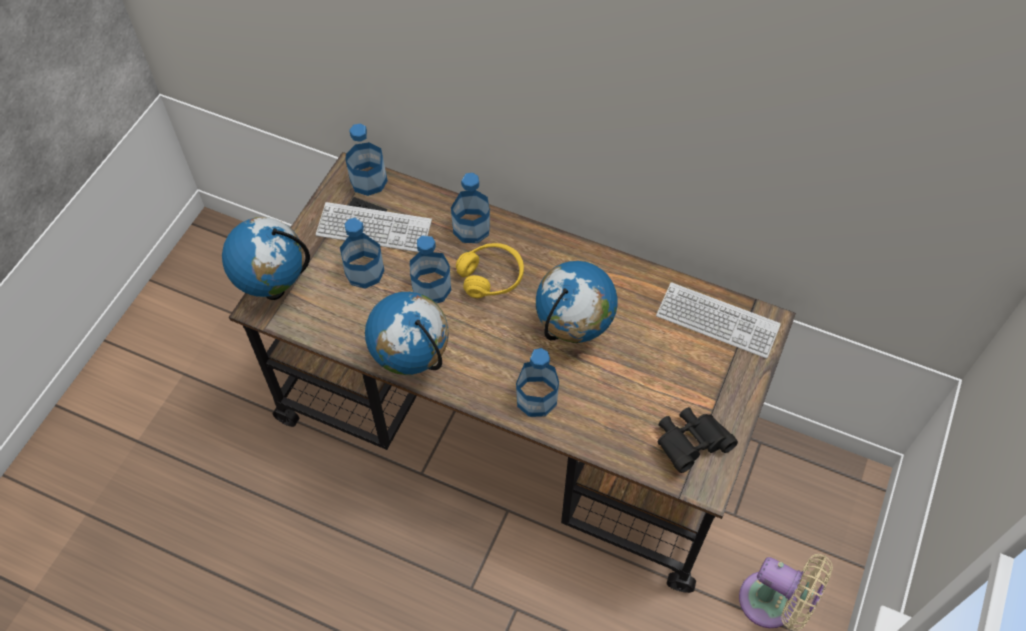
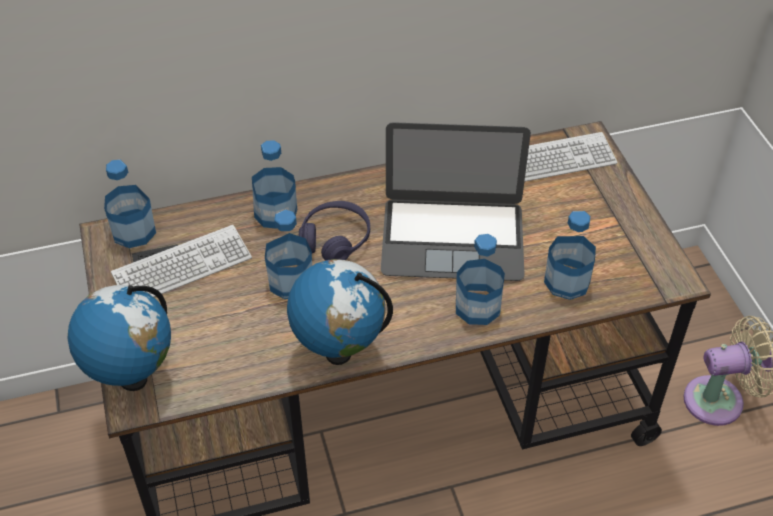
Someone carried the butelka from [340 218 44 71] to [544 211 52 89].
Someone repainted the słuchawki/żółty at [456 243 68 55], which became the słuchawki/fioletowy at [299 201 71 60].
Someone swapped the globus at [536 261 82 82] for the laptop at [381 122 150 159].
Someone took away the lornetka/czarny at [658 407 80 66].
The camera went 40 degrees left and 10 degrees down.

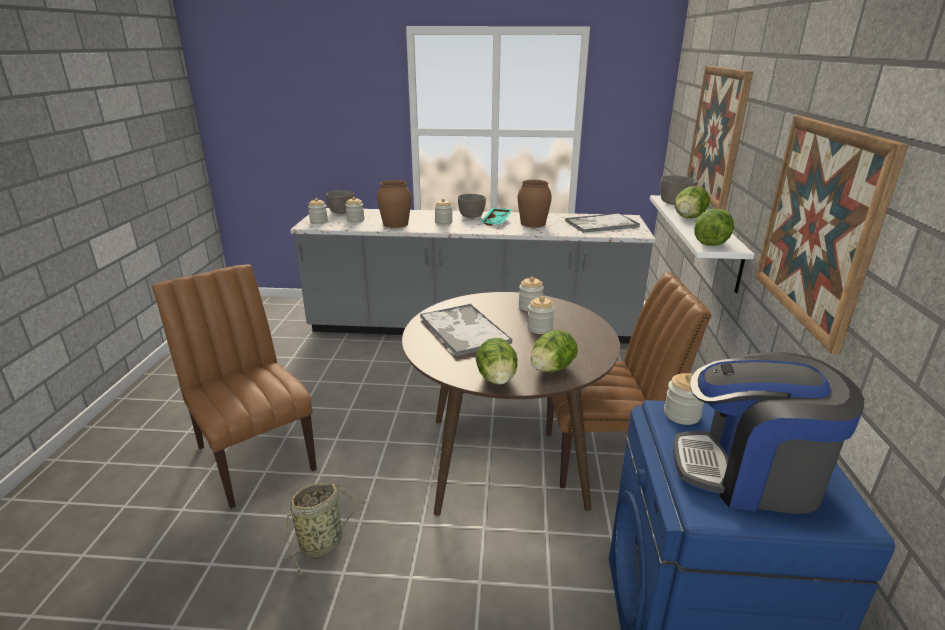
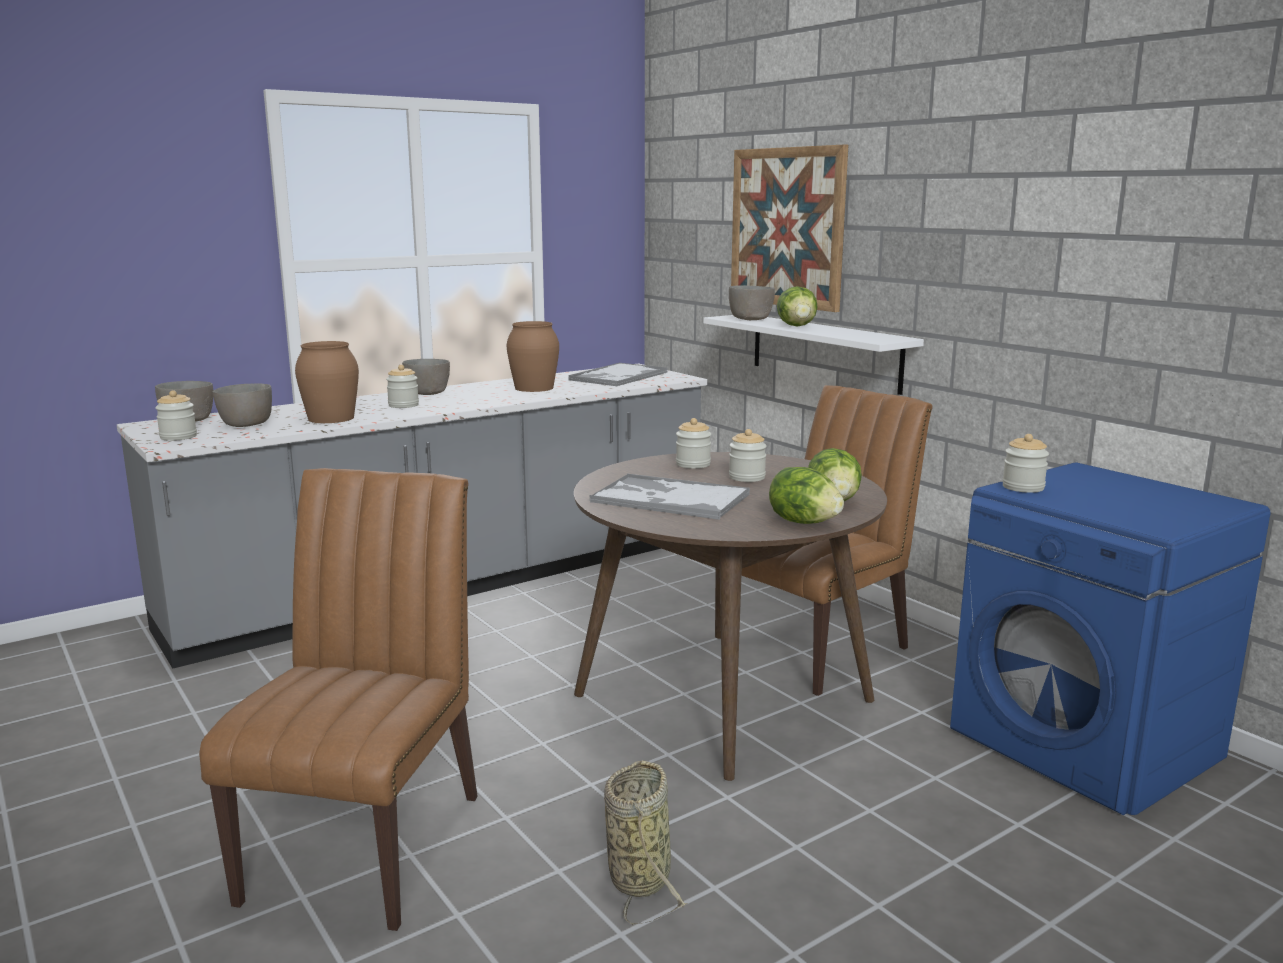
Someone rotated the krzesło/brązowy at [152 264 165 244] by 90 degrees clockwise.
Someone swapped the słoik at [345 197 19 26] for the miska/szary at [213 384 59 43].
Someone took away the taca/turkusowy at [480 208 33 18].
Someone took away the ekspres do kawy at [673 352 191 162].
Someone took away the sałata at [694 209 40 37].
Someone took away the obraz at [755 116 154 238].
The camera went 40 degrees left and 10 degrees down.

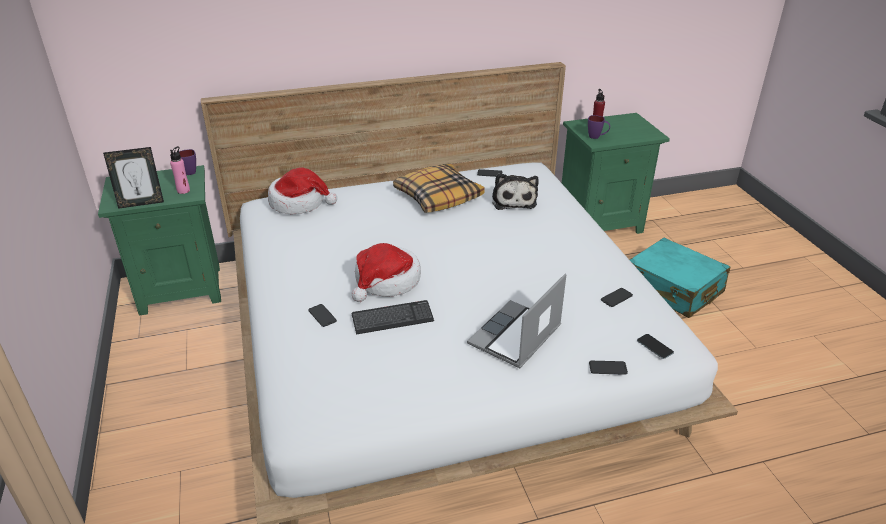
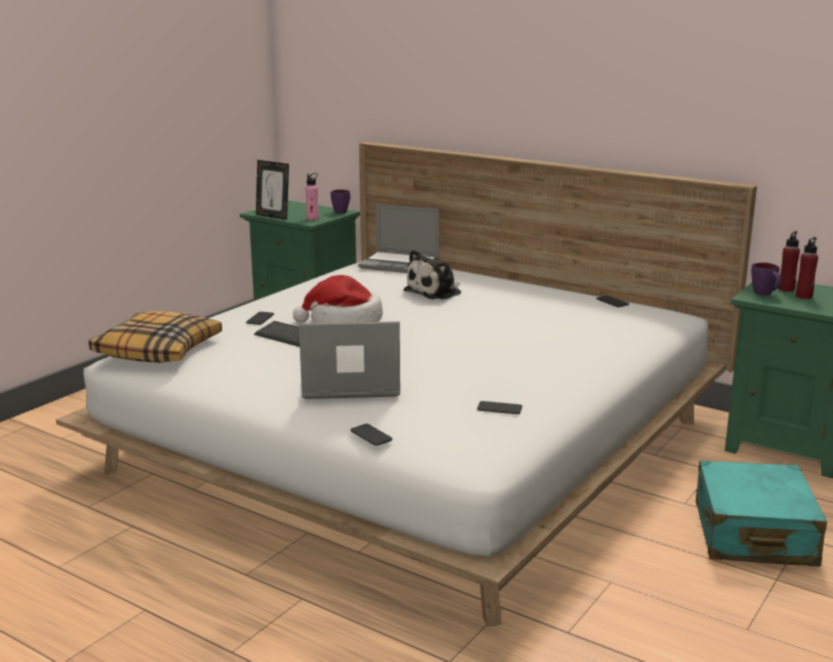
Someone swapped the kapelusz at [268 167 69 47] for the laptop at [358 204 81 69].
Someone carried the poduszka from [393 164 92 49] to [89 311 133 52].
Someone carried the pluszak from [492 173 47 37] to [403 249 58 51].
Someone took away the telefon at [637 334 37 25].
Someone put down the butelka/czerwony at [796 237 22 62].
The camera went 50 degrees right and 15 degrees down.

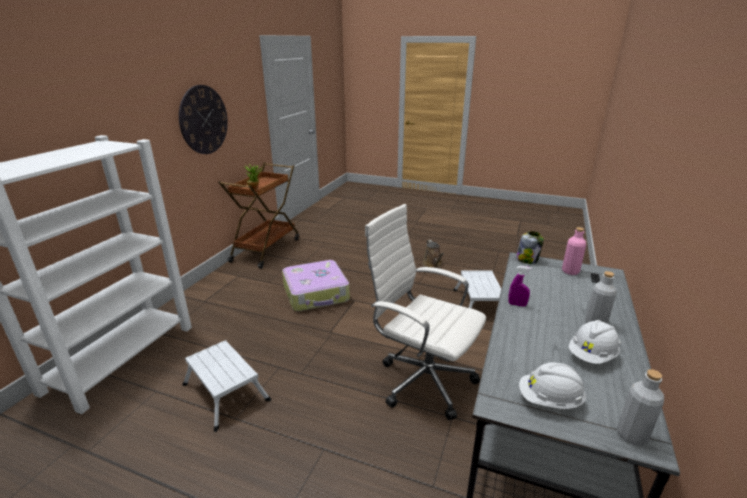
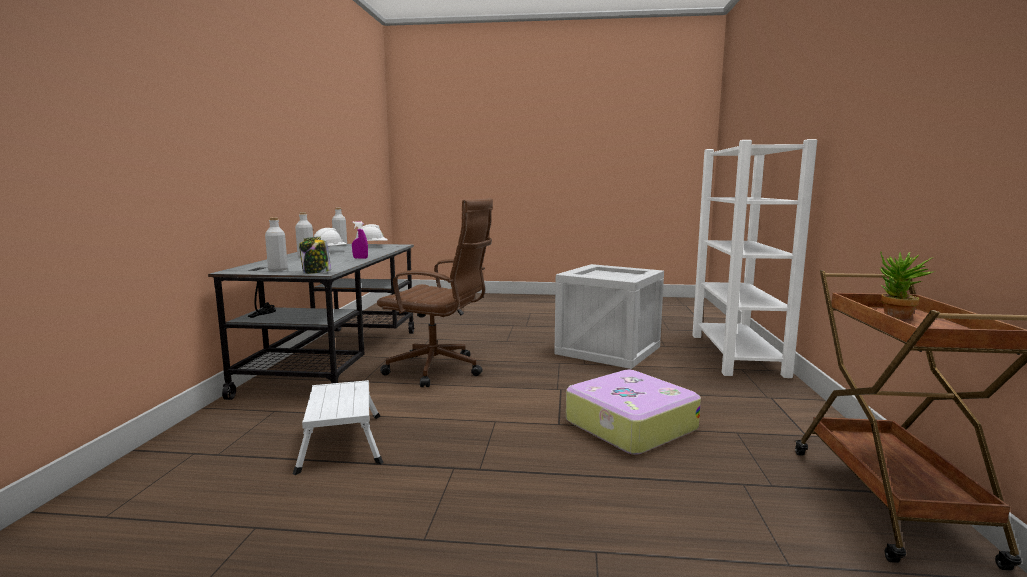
Someone took away the zegar ścienny at [179 85 49 69].
Someone swapped the drabinka/biały at [182 340 89 92] for the skrzynka at [554 264 110 105].
Someone repainted the krzesło biurowe/biały at [365 204 121 216], which became the krzesło biurowe/brązowy at [377 198 116 189].
Someone took away the konewka/brązowy at [422 240 22 28].
Someone repainted the butelka/różowy at [562 227 24 48], which became the butelka/szary at [265 217 23 54].
The camera went 165 degrees right and 15 degrees down.

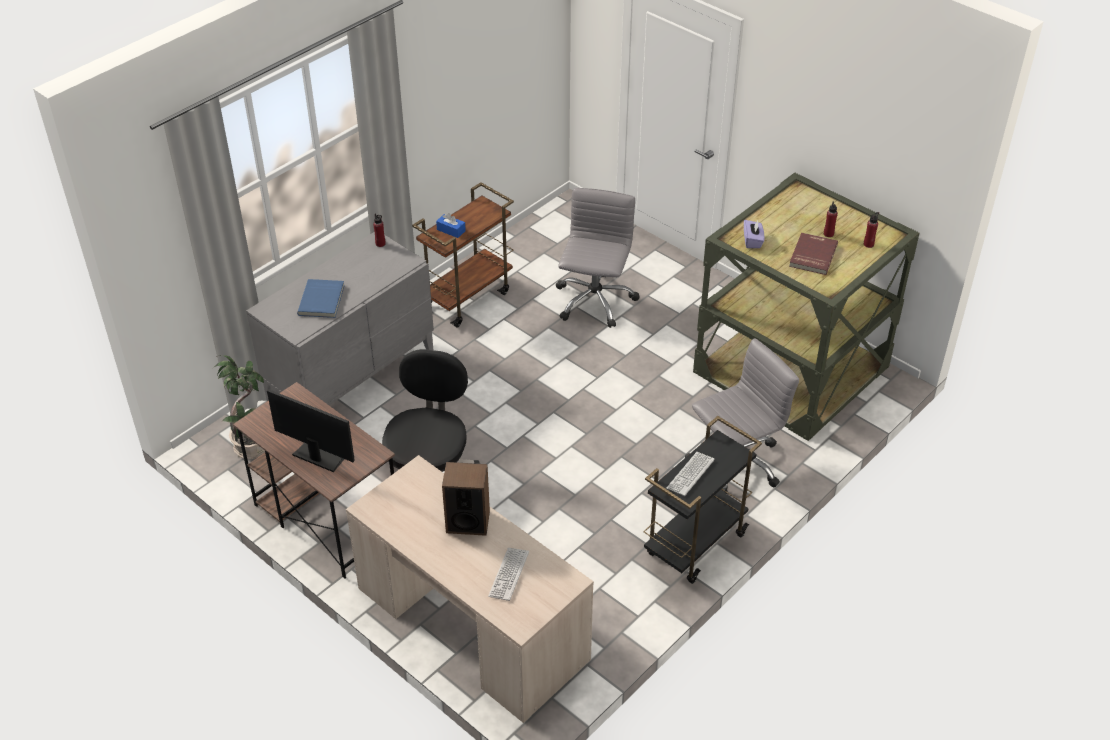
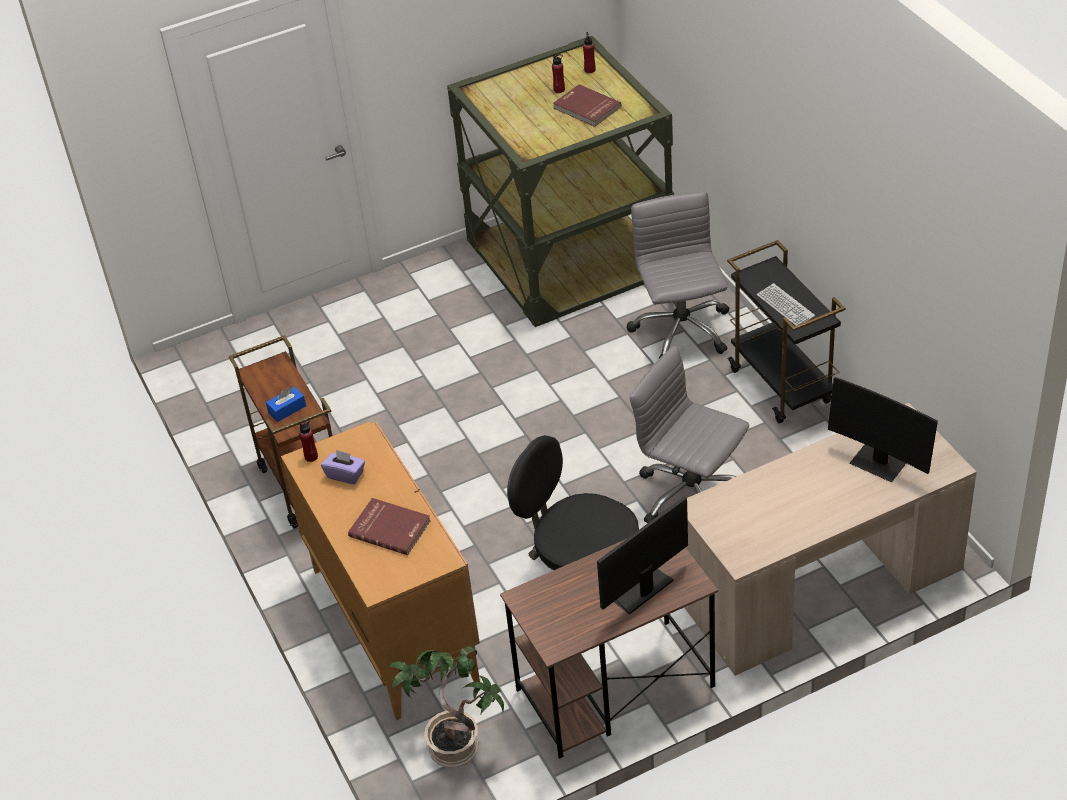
Someone repainted the szafka/szary at [246 232 188 173], which became the szafka/brązowy at [281 421 199 299].
Someone repainted the książka/niebieski at [297 279 48 39], which became the książka/czerwony at [348 498 82 57].
Someone took away the głośnik at [442 462 48 74].
Someone swapped the klawiatura at [488 548 41 53] for the monitor at [828 377 110 105].
Someone carried the krzesło biurowe/szary from [556 188 84 140] to [630 346 119 177].
Someone carried the pudełko chusteczek/fioletowy from [744 220 21 28] to [321 450 44 34].
The camera went 65 degrees left and 0 degrees up.

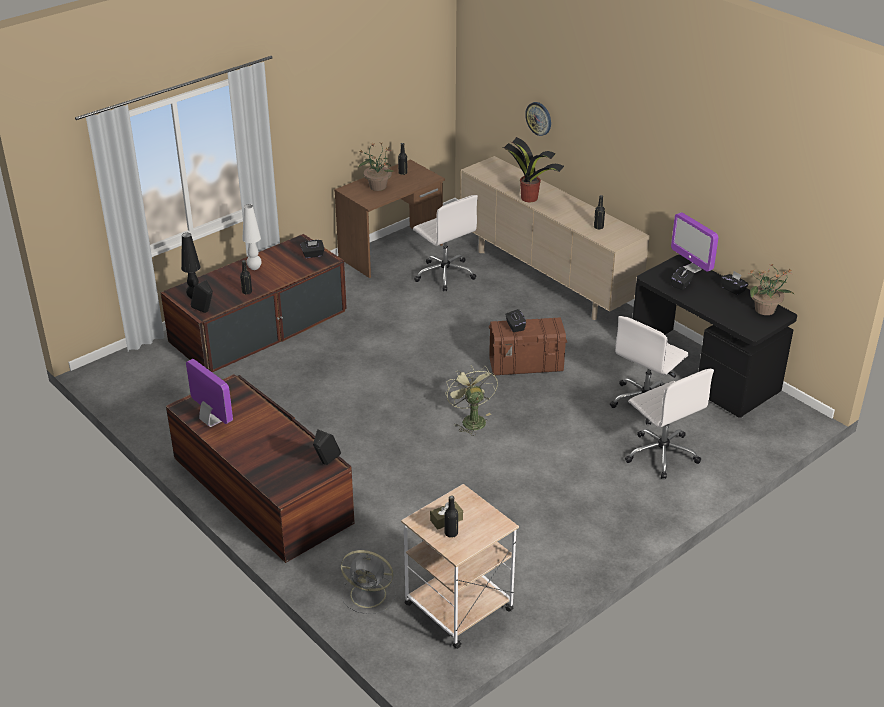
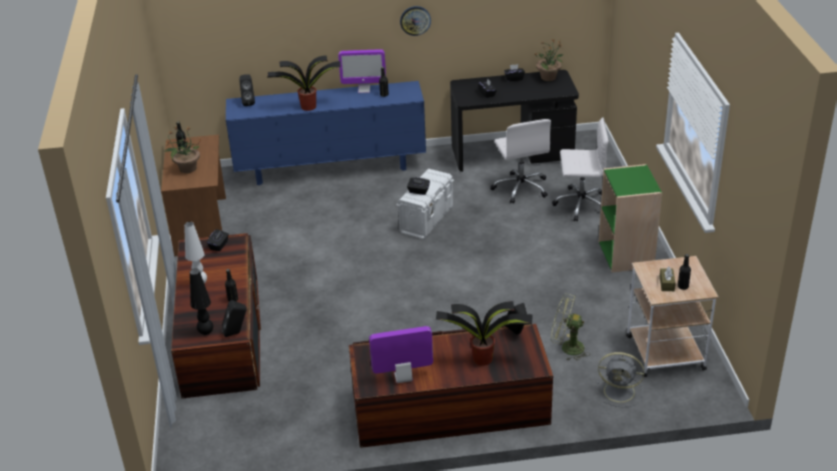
Someone rotated the wentylator/szary at [341 550 55 64] by 60 degrees clockwise.
Someone took away the krzesło biurowe/biały at [413 195 65 96].
Someone carried the wentylator/zielony from [445 365 53 71] to [551 294 39 67].
Someone repainted the szafka/beżowy at [460 156 190 164], which became the szafka/niebieski at [226 81 200 104].
Someone repainted the pojemnik do przechowywania/brązowy at [489 317 78 58], which became the pojemnik do przechowywania/biały at [396 169 58 70].
Someone carried the zegar ścienny from [525 102 26 34] to [400 6 31 30].
Someone carried the monitor from [671 212 47 61] to [338 49 48 44].
Someone put down the głośnik/czarny at [239 74 16 32].
Someone put down the roślina doniczkowa at [436 301 97 65].
Someone put down the regał/zielony at [599 164 63 109].
The camera went 55 degrees left and 0 degrees up.

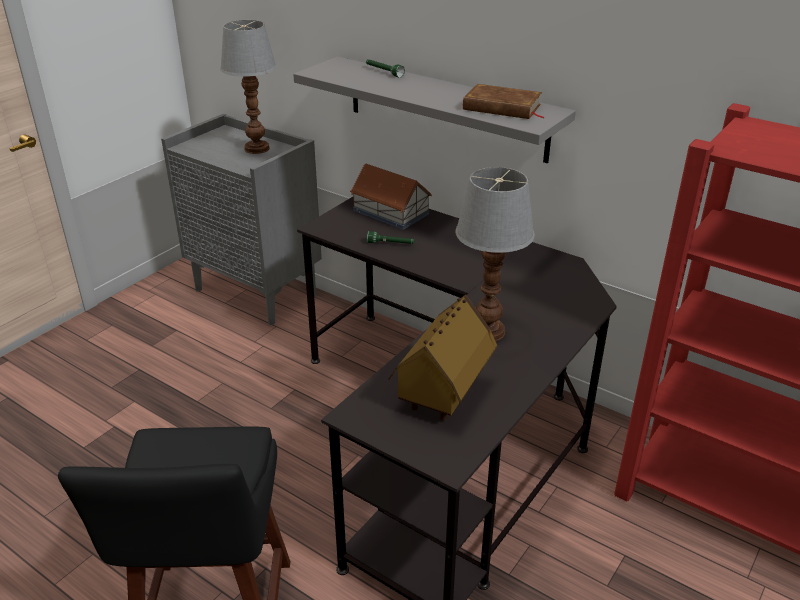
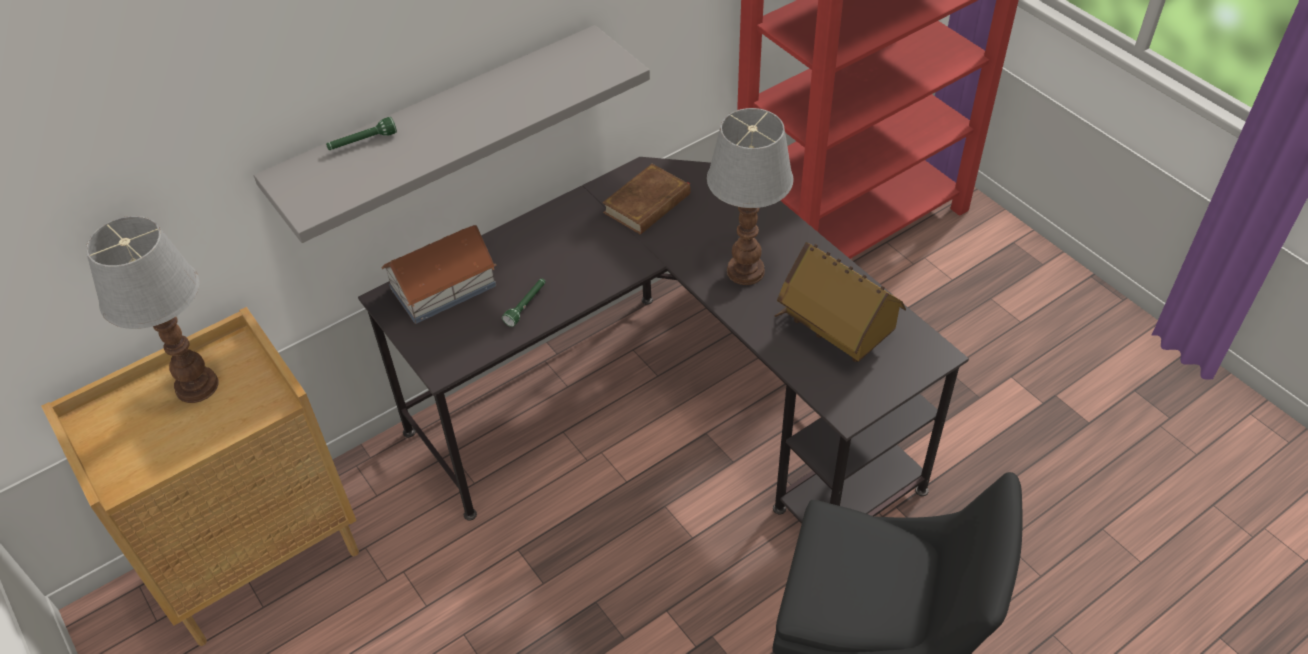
Someone repainted the szafka/szary at [161 113 161 212], which became the szafka/brązowy at [41 307 318 339].
Someone carried the książka/brązowy from [463 84 81 35] to [602 164 89 71].
The camera went 70 degrees left and 15 degrees up.

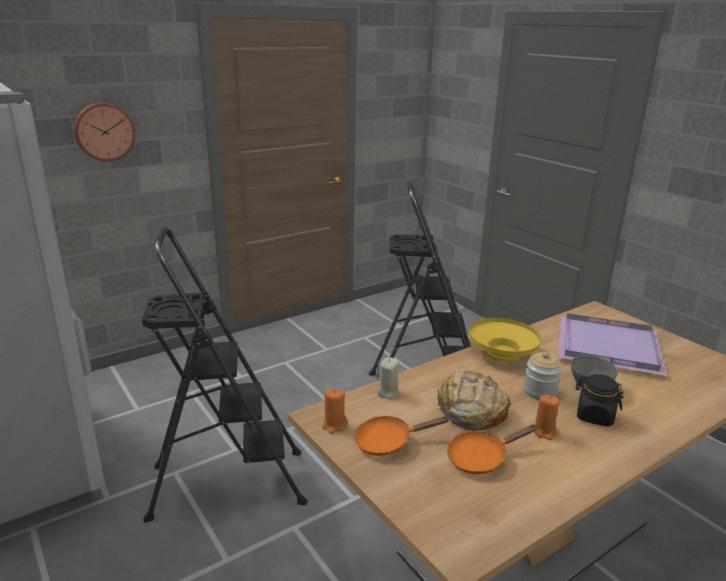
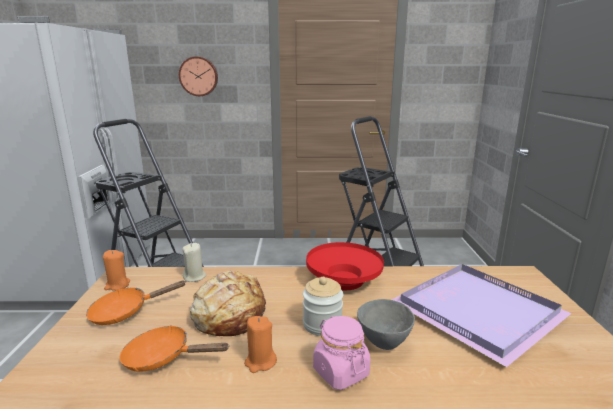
Someone rotated the patelnia/pomarańczowy at [354 416 96 40] by 45 degrees counterclockwise.
Someone repainted the miska/żółty at [469 318 72 45], which became the miska/czerwony at [306 242 78 48].
Someone repainted the słoik/czarny at [575 374 49 53], which became the słoik/różowy at [313 316 57 74].
The camera went 35 degrees right and 5 degrees down.

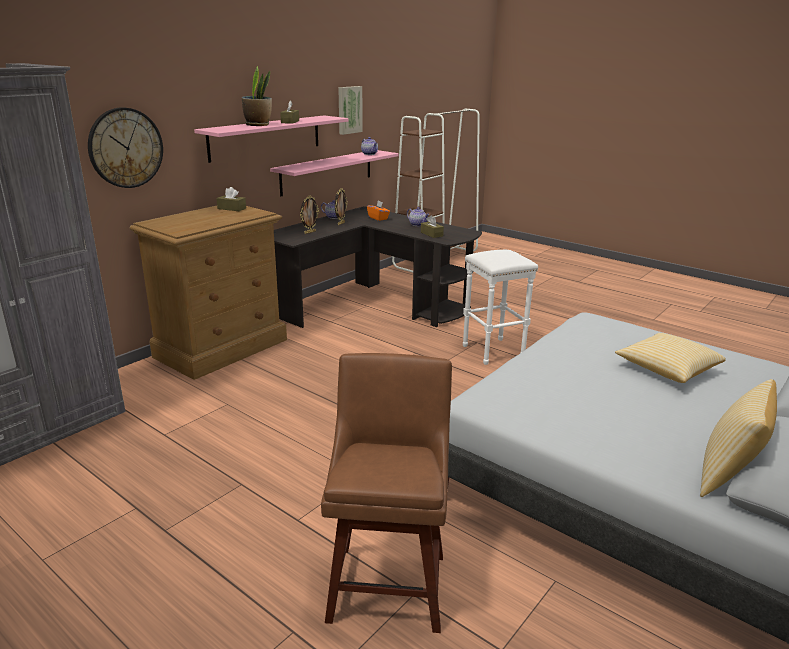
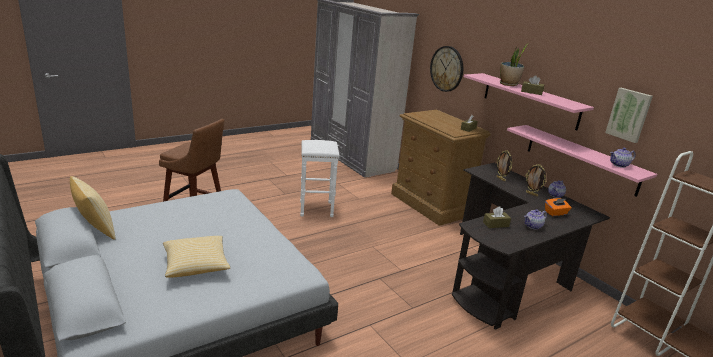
Someone carried the stołek/biały from [463 250 75 115] to [300 140 40 77].
The camera went 105 degrees right and 0 degrees up.

